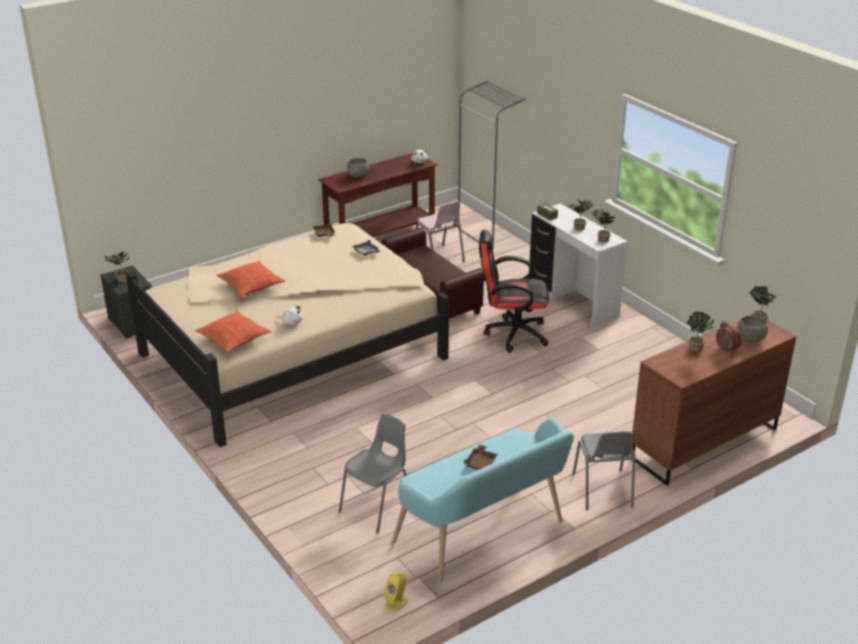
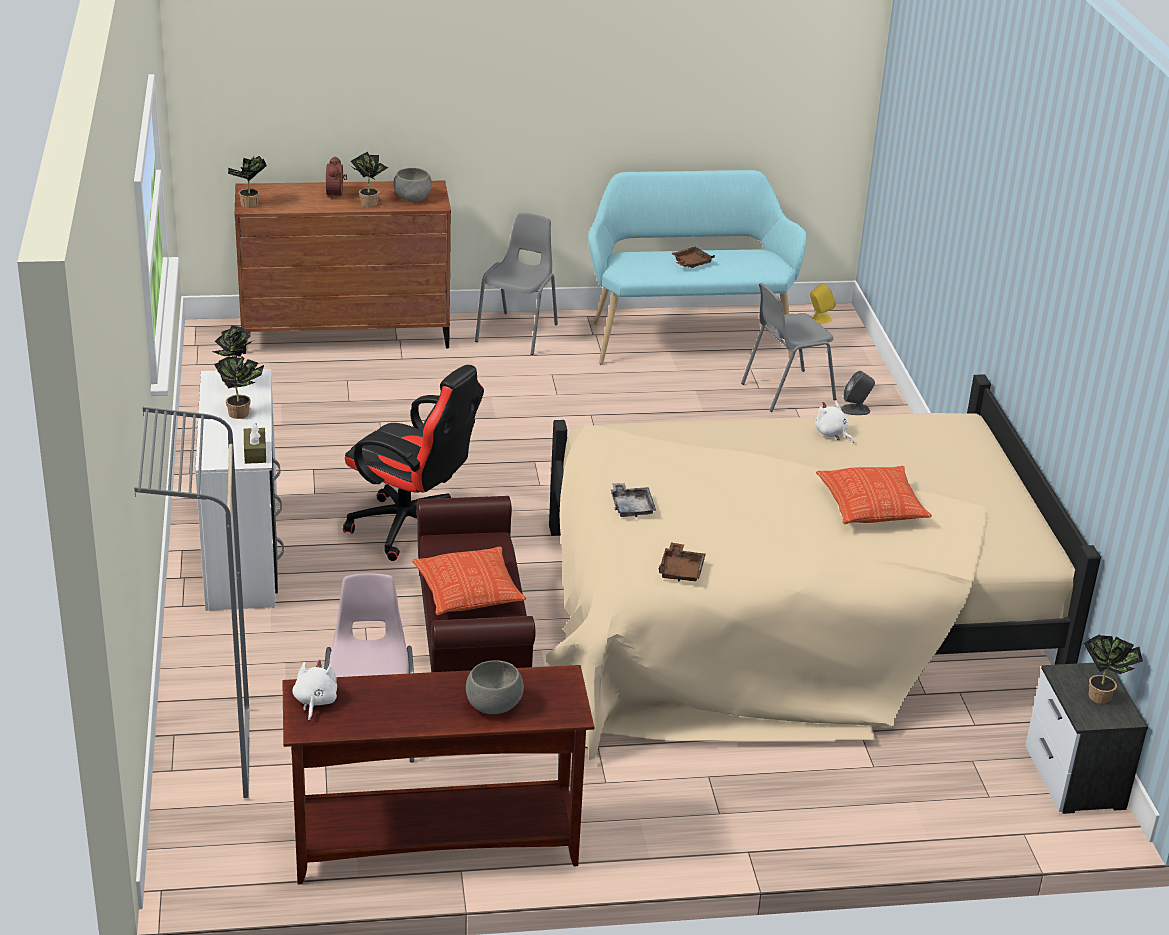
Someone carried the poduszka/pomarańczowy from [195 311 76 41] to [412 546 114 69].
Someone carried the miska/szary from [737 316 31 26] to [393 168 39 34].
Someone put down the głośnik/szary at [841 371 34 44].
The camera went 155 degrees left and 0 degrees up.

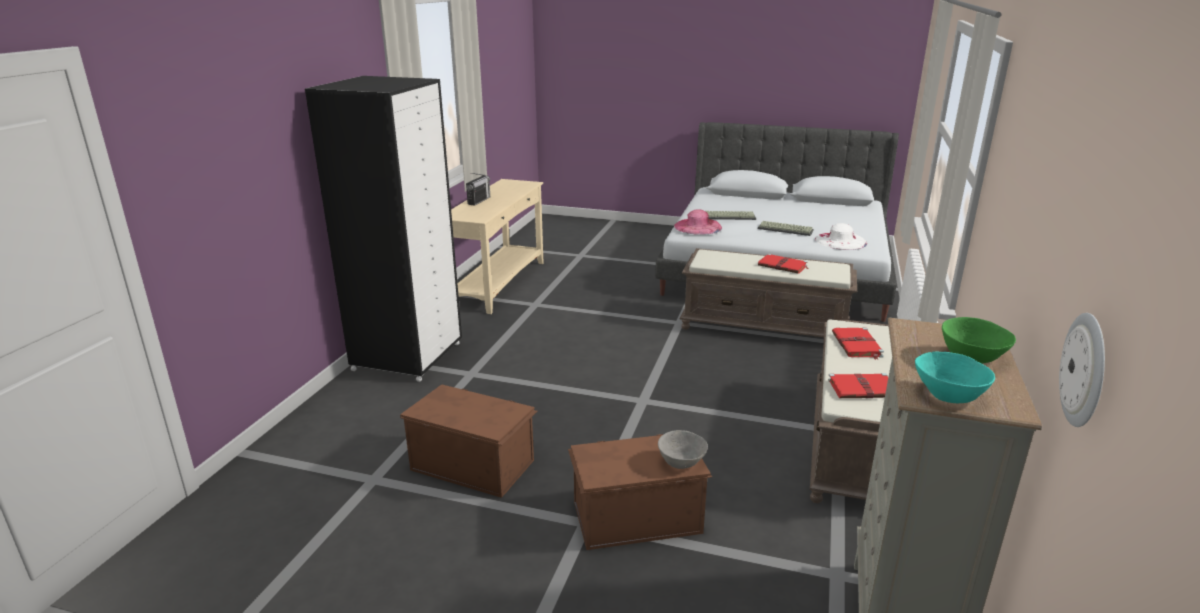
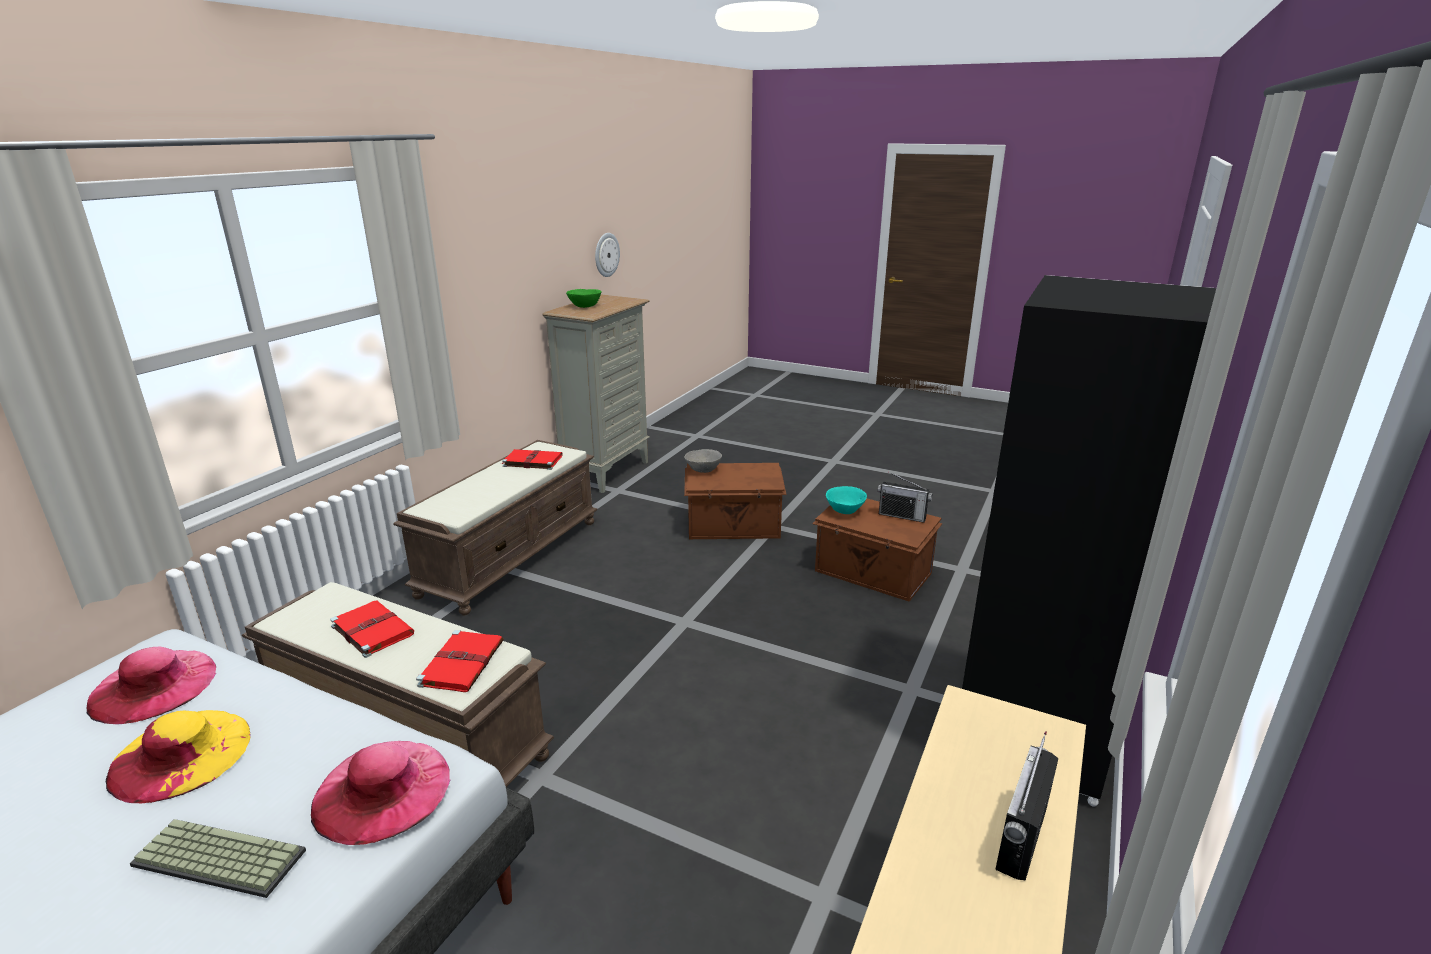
Someone swapped the klawiatura at [758 221 56 15] for the kapelusz/żółty at [106 710 144 93].
Someone repainted the kapelusz/biały at [815 223 52 27], which became the kapelusz/różowy at [86 647 130 77].
Someone carried the książka/czerwony from [832 328 52 32] to [416 630 87 62].
Someone carried the miska/turkusowy from [915 351 80 52] to [826 486 41 28].
Someone put down the radio at [877 472 55 51].
The camera went 170 degrees left and 0 degrees up.

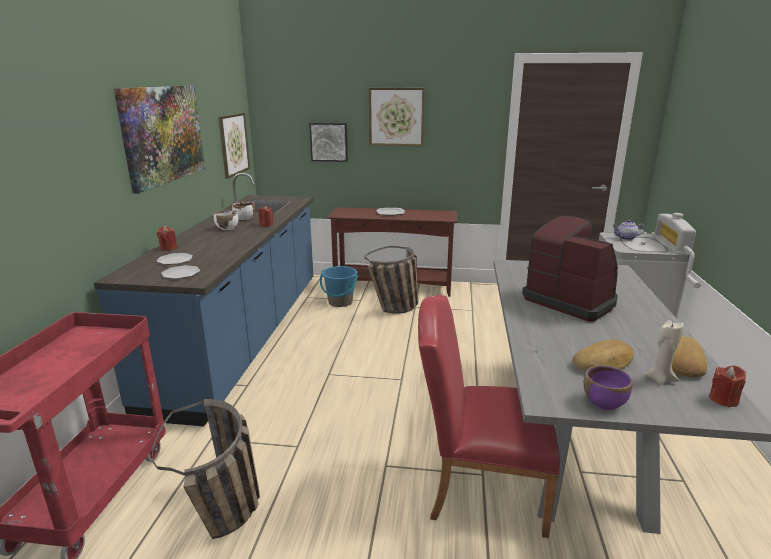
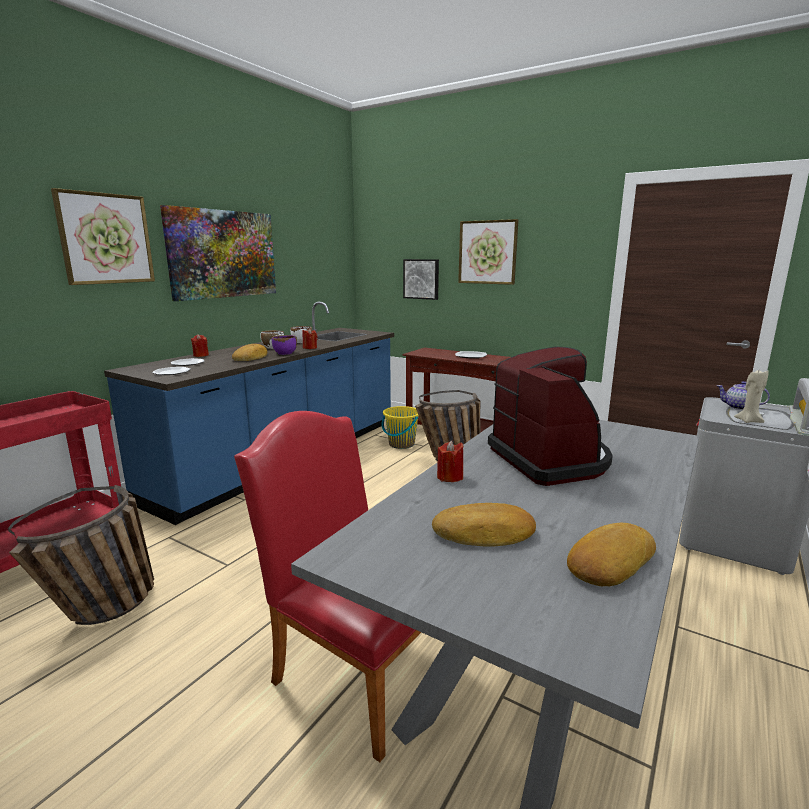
Someone carried the obraz from [218 113 32 66] to [51 188 104 97].
Someone repainted the wiadro/niebieski at [320 266 38 41], which became the wiadro/żółty at [382 406 37 43].
Someone carried the miska/fioletowy from [583 365 50 45] to [272 335 25 20].
Someone carried the świeca/beżowy from [643 320 41 65] to [734 370 35 53].
Someone carried the świeca/czerwony from [709 365 37 42] to [437 440 26 42].
Someone put down the chleb at [232 344 35 17].
The camera went 25 degrees right and 5 degrees down.

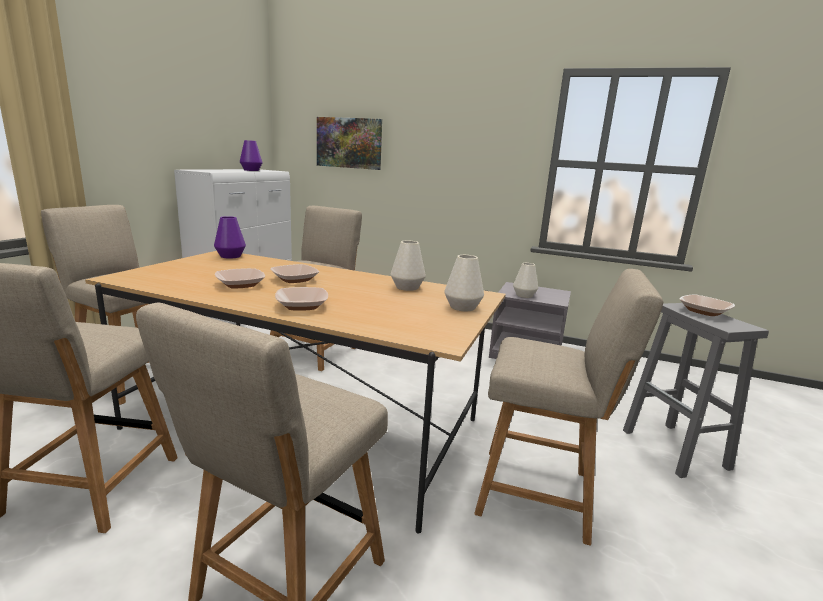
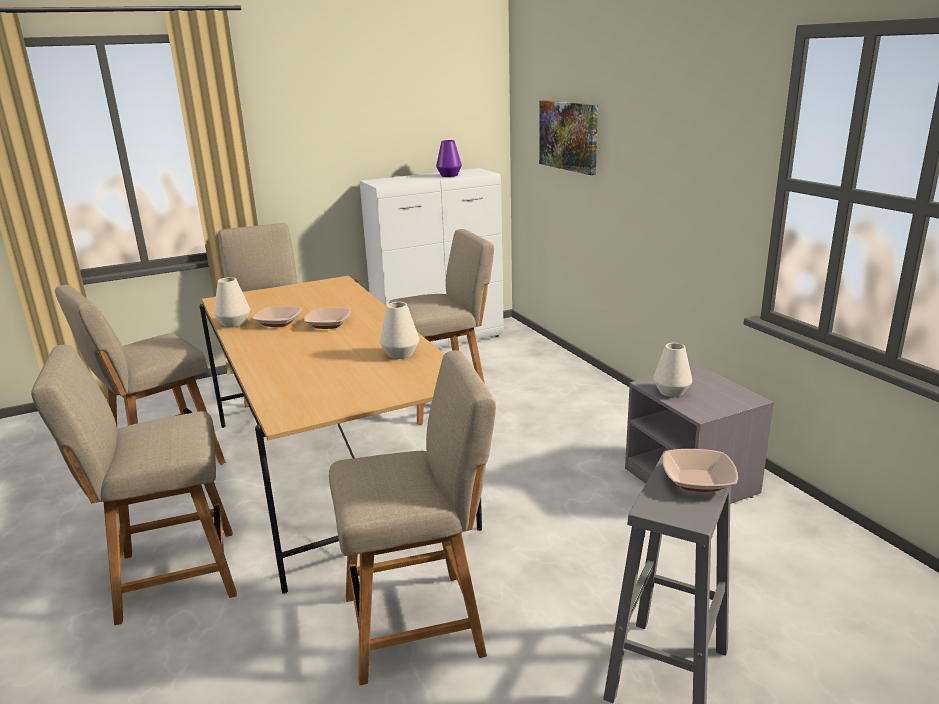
Someone took away the wazon/fioletowy at [214 216 32 42].
Someone took away the miska at [275 287 53 24].
Someone carried the wazon/biały from [444 255 40 56] to [214 277 36 51].
Someone rotated the krzesło/beżowy at [474 269 189 277] by 75 degrees counterclockwise.
The camera went 45 degrees right and 5 degrees up.

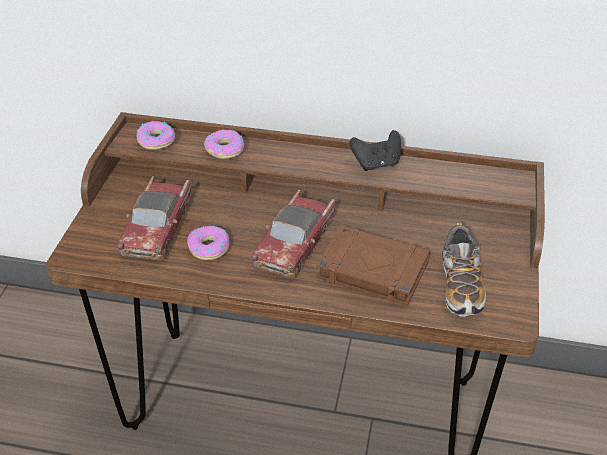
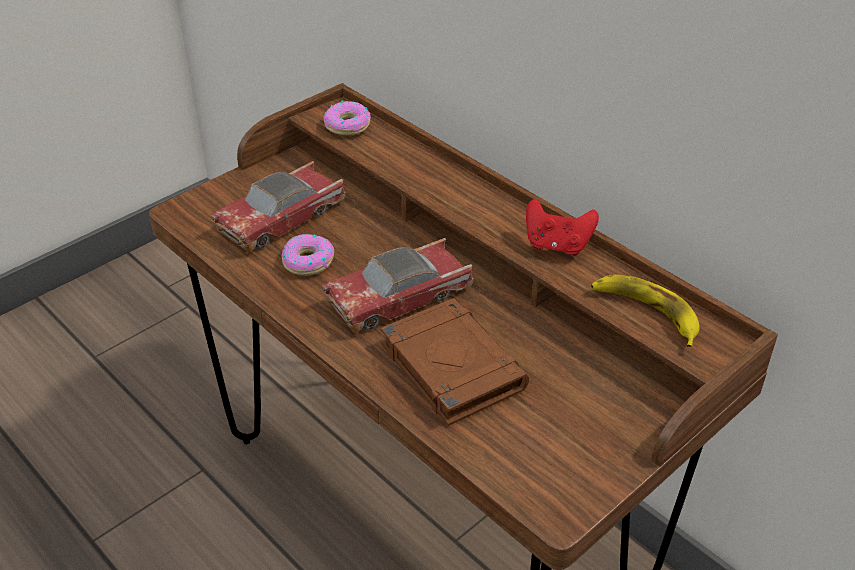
Someone took away the donut at [204 130 40 29].
Someone repainted the pad do gier/czarny at [350 130 51 41], which became the pad do gier/czerwony at [526 199 73 57].
Someone took away the but at [442 223 44 94].
Someone put down the banan at [591 274 109 74].
The camera went 35 degrees right and 0 degrees up.

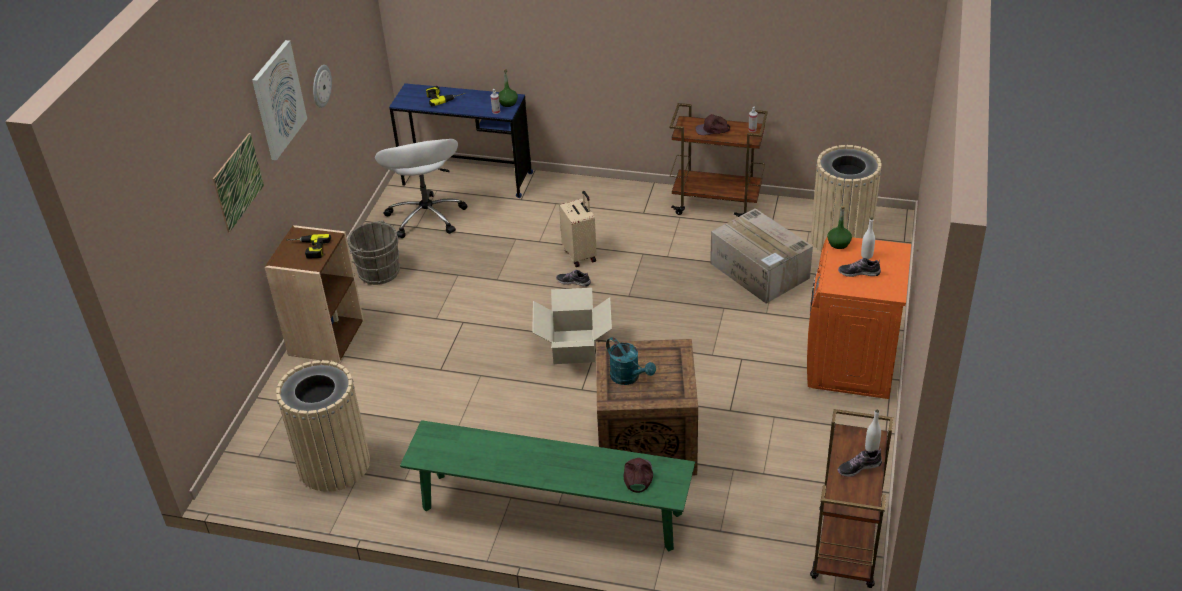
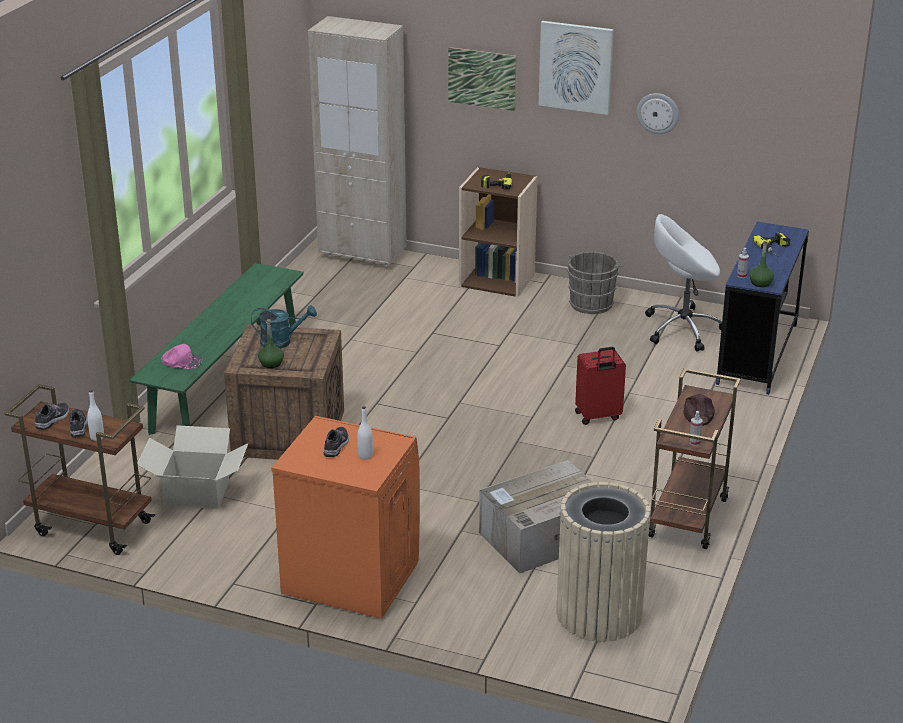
Someone took away the kosz na śmieci/beżowy at [276 360 94 132].
Someone carried the karton from [532 288 80 76] to [137 425 111 84].
Someone carried the but from [556 270 35 17] to [35 403 34 27].
Someone repainted the walizka/beżowy at [559 191 38 76], which became the walizka/czerwony at [575 347 51 78].
Someone rotated the konewka/turkusowy at [606 337 50 48] by 150 degrees counterclockwise.
Someone repainted the czapka z daszkiem/brązowy at [624 458 29 35], which became the czapka z daszkiem/różowy at [161 344 41 25].
Someone carried the butelka/zielony from [827 206 25 43] to [258 319 26 49].
Someone put down the szafka/beżowy at [308 16 99 251].
The camera went 95 degrees right and 10 degrees down.

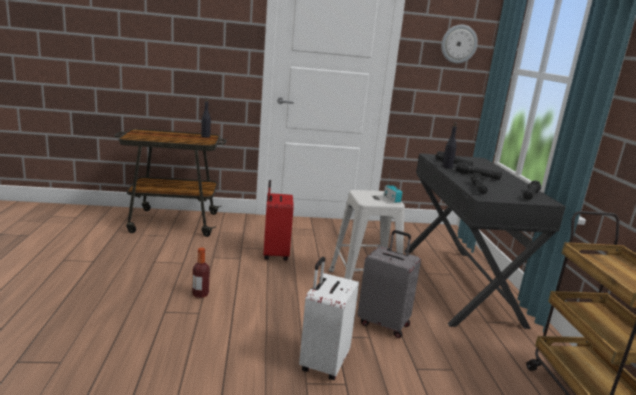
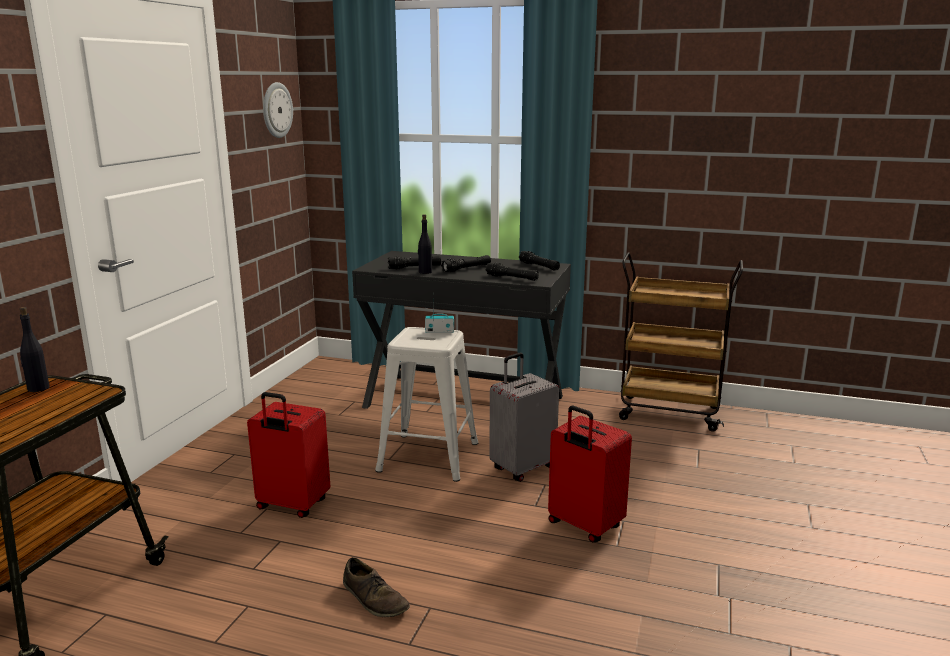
Someone swapped the butelka at [192 248 18 50] for the but/brązowy at [343 557 67 60].
Someone repainted the walizka/biały at [299 257 60 123], which became the walizka/czerwony at [548 406 84 136].
The camera went 65 degrees left and 0 degrees up.

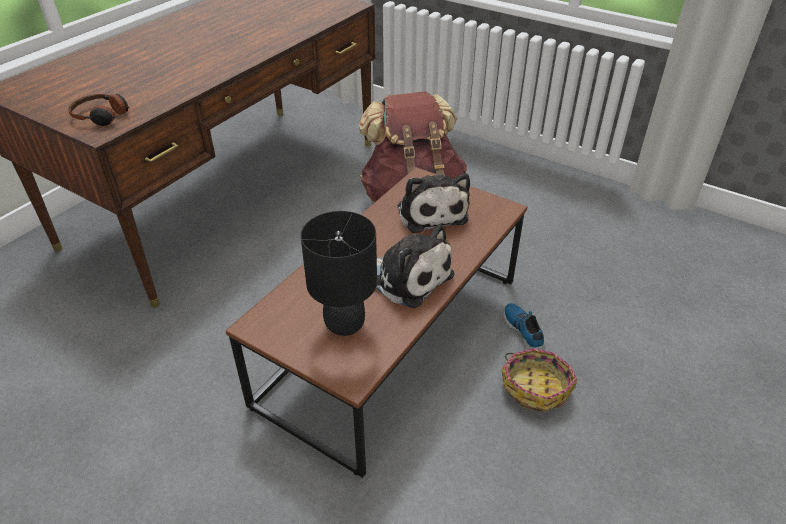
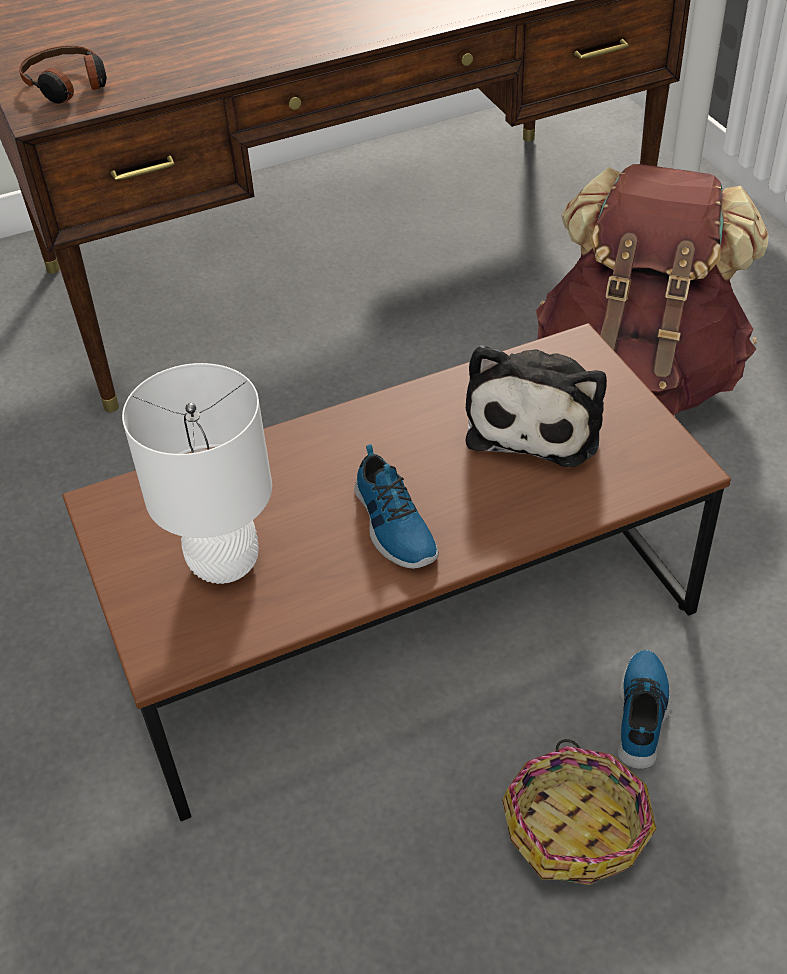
Someone repainted the lampa stołowa/czarny at [301 211 76 125], which became the lampa stołowa/biały at [122 363 150 221].
Someone swapped the pluszak at [376 224 78 84] for the but at [354 444 85 125].
The camera went 35 degrees right and 5 degrees up.

